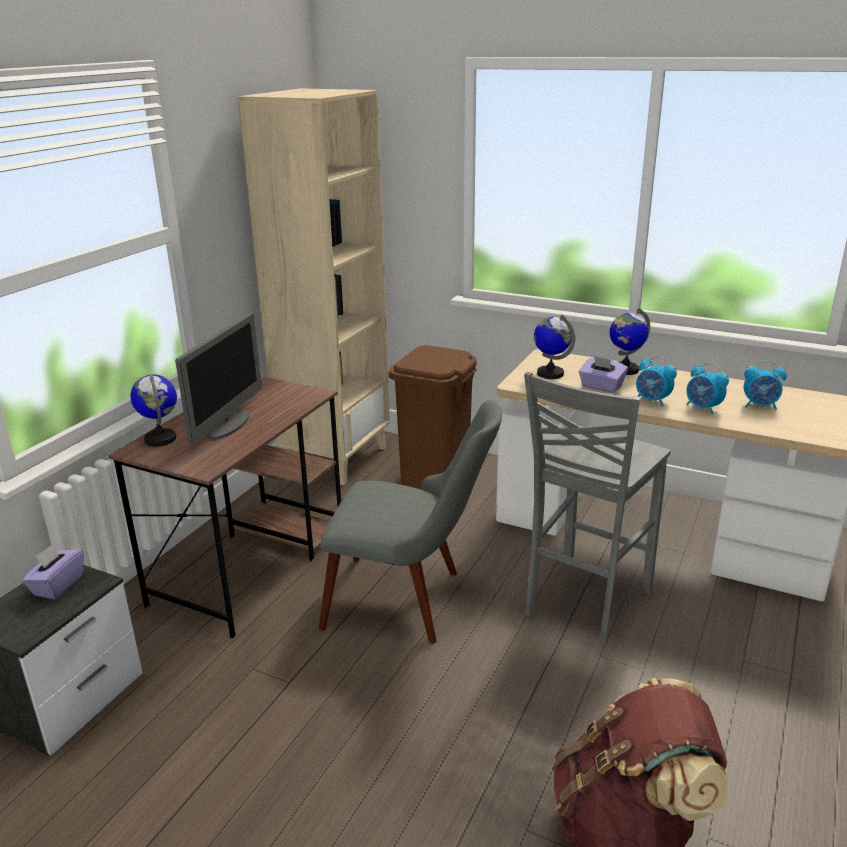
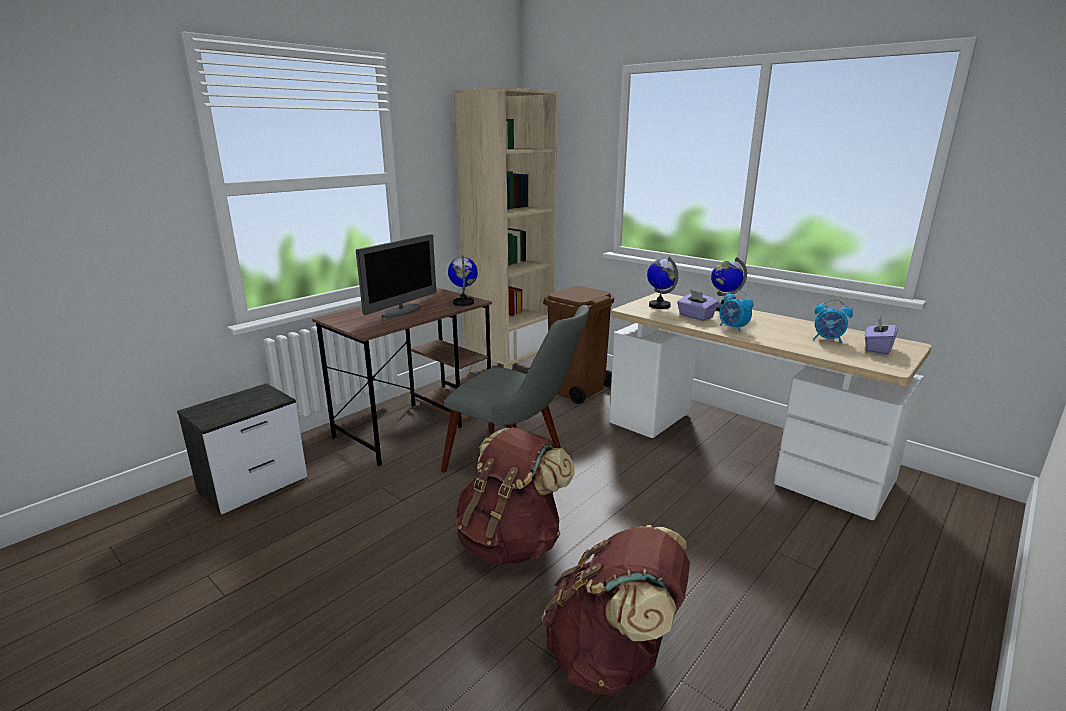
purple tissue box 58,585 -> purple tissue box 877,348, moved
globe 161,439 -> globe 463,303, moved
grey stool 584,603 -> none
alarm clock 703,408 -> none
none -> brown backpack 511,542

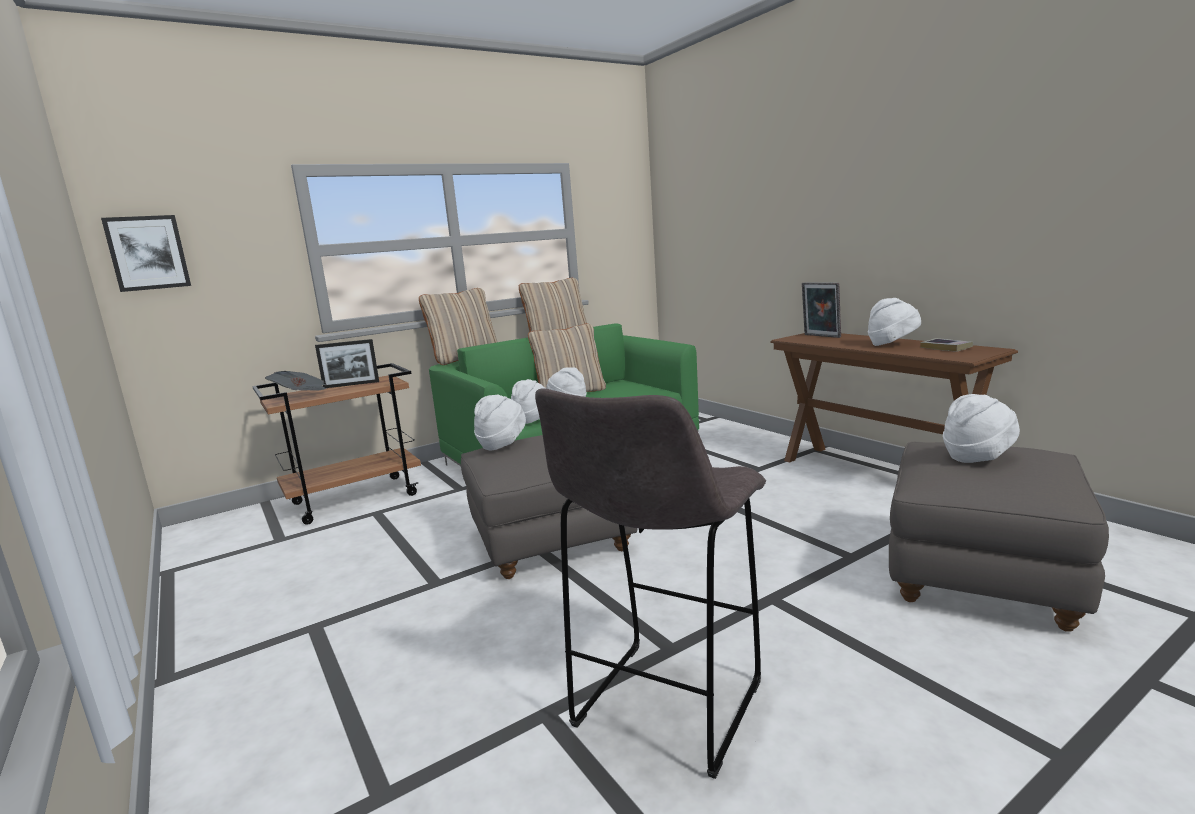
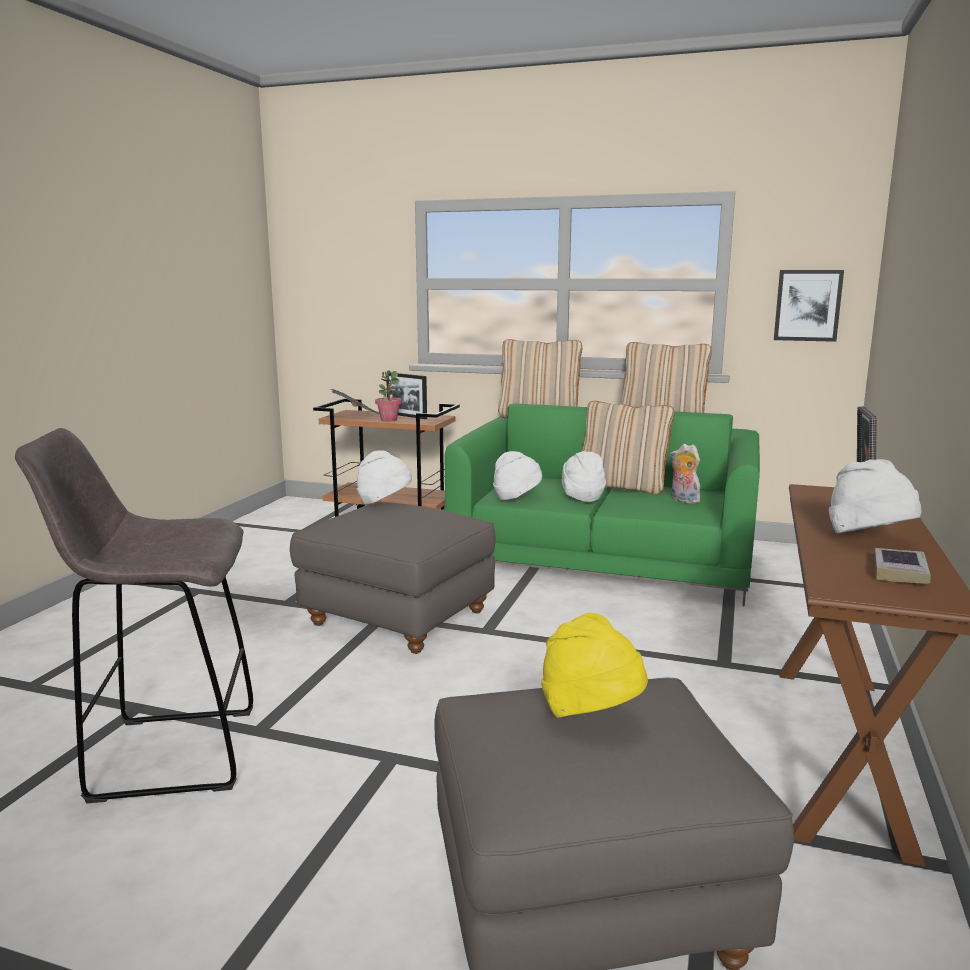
picture 148,253 -> picture 807,305, moved
white hat 978,457 -> yellow hat 591,715
none -> potted plant 388,420
none -> plush toy 683,500

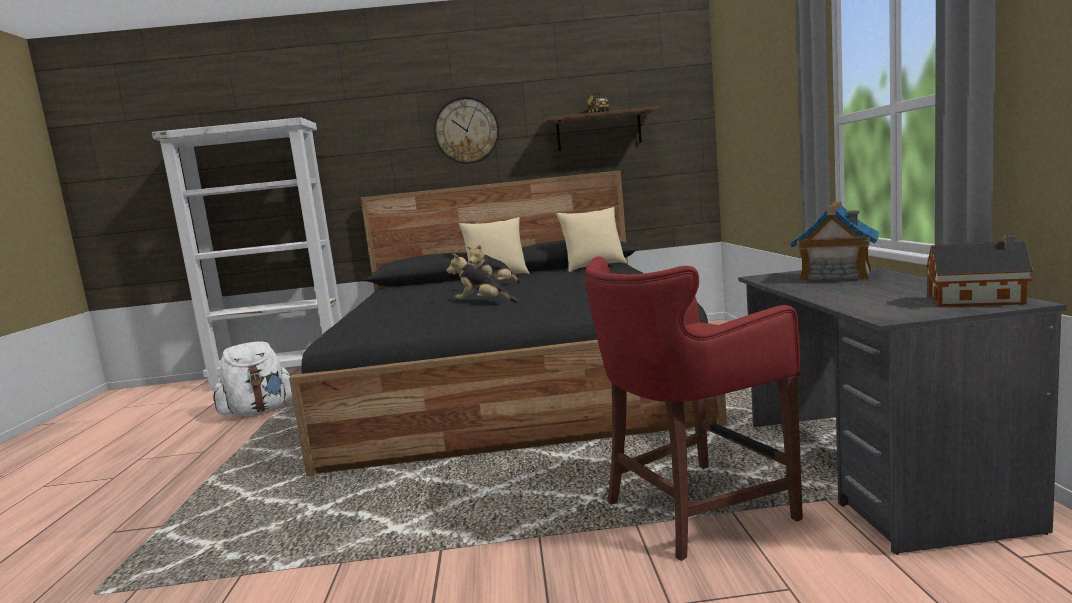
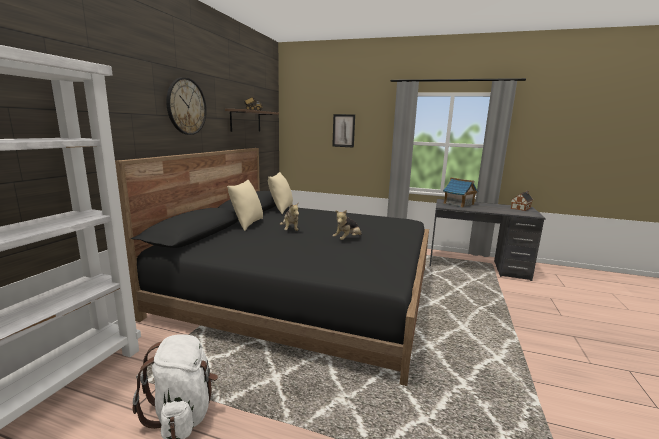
red stool 692,510 -> none
none -> picture 343,130

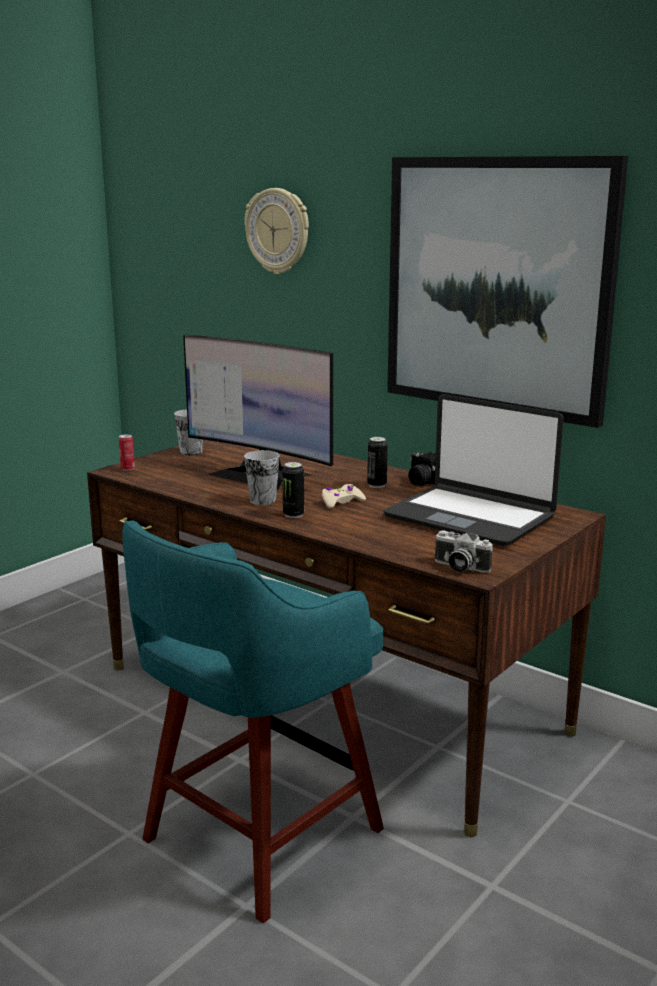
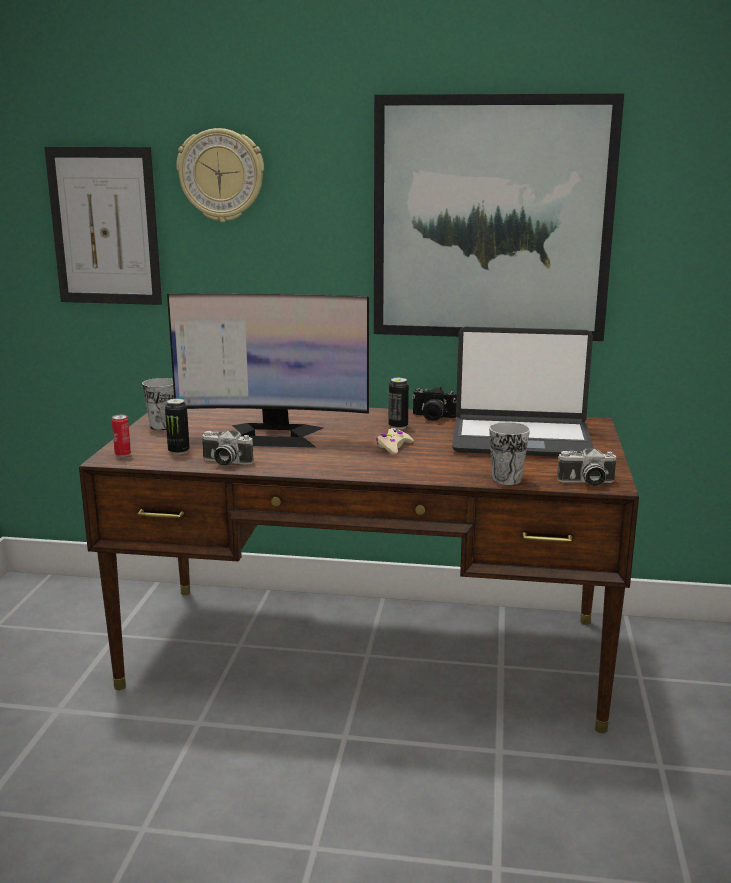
turquoise stool 257,838 -> none
cup 263,501 -> cup 506,479, moved
can 293,515 -> can 178,451, moved
none -> picture 105,226
none -> photo camera 225,462

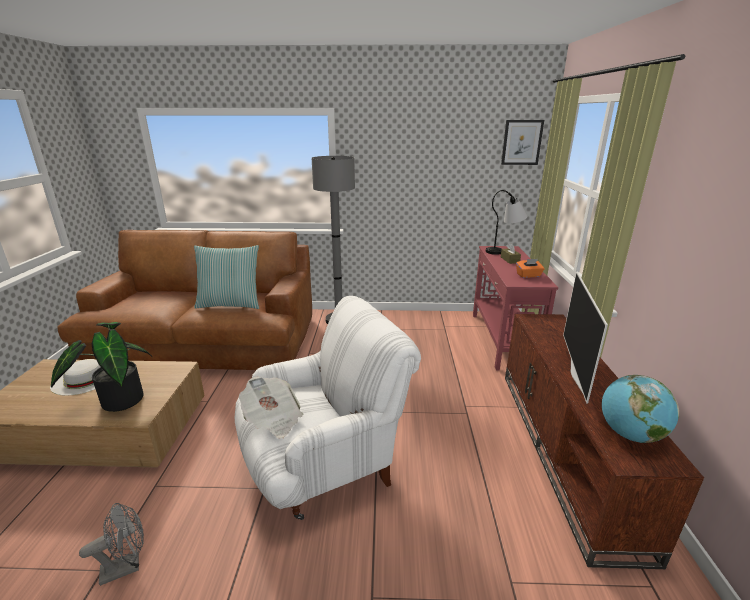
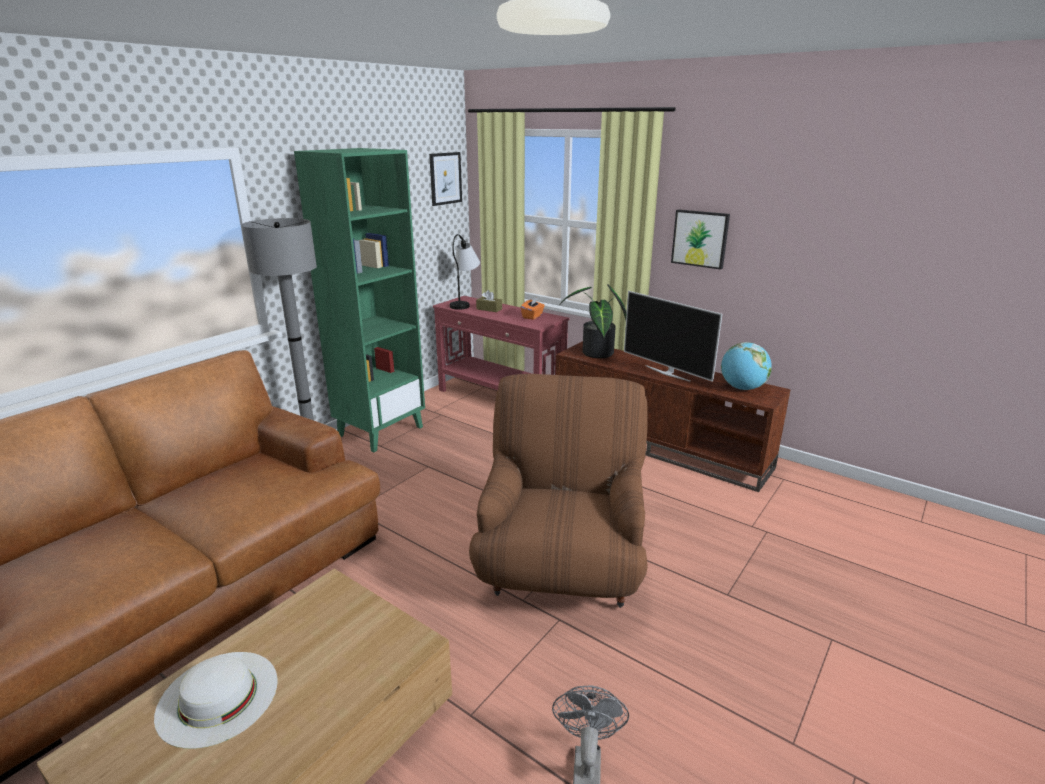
potted plant 118,400 -> potted plant 596,354, moved
pillow 230,304 -> none
white armchair 324,463 -> brown armchair 561,566
newspaper 273,419 -> none
none -> green bookcase 380,431
none -> picture 700,238

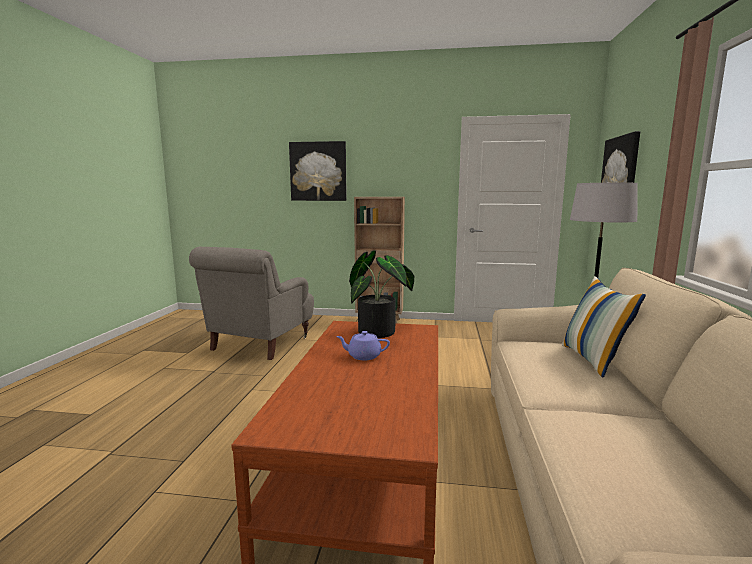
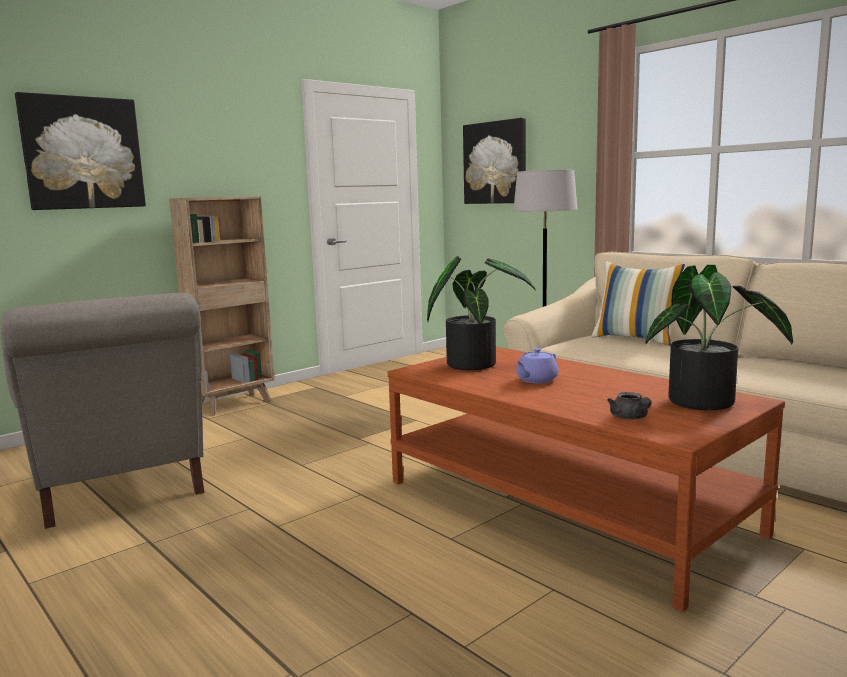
none -> grey teapot 630,418
none -> potted plant 709,403

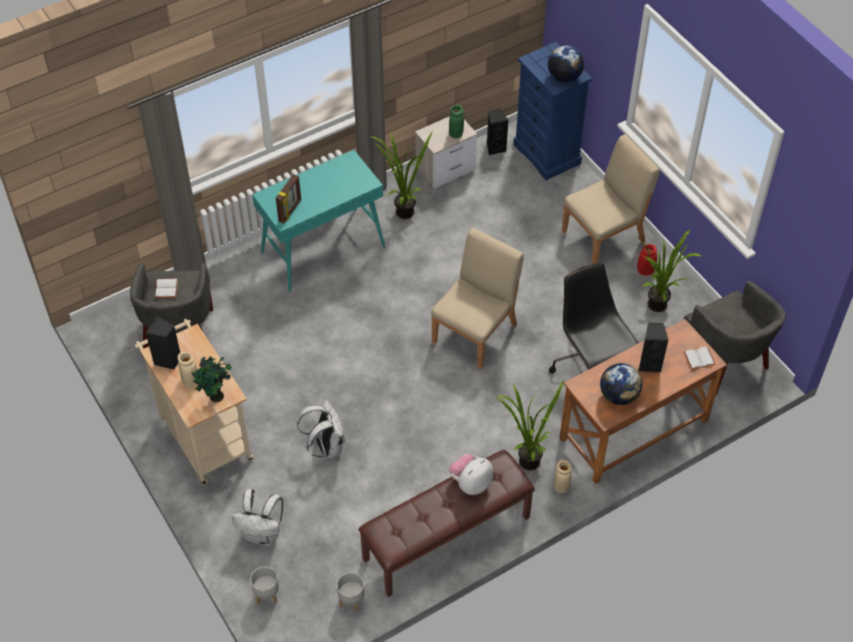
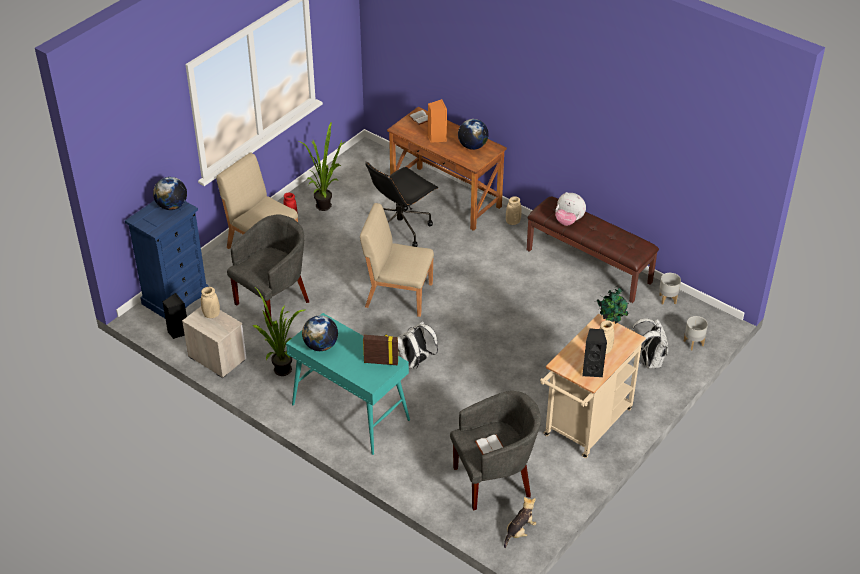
white backpack 326,446 -> white backpack 415,363, moved
green vase 456,133 -> beige vase 211,314
potted plant 524,459 -> none
black speaker 649,363 -> orange speaker 436,138
grey armchair 725,363 -> grey armchair 273,300, moved
none -> globe 321,346
none -> plush toy 519,531

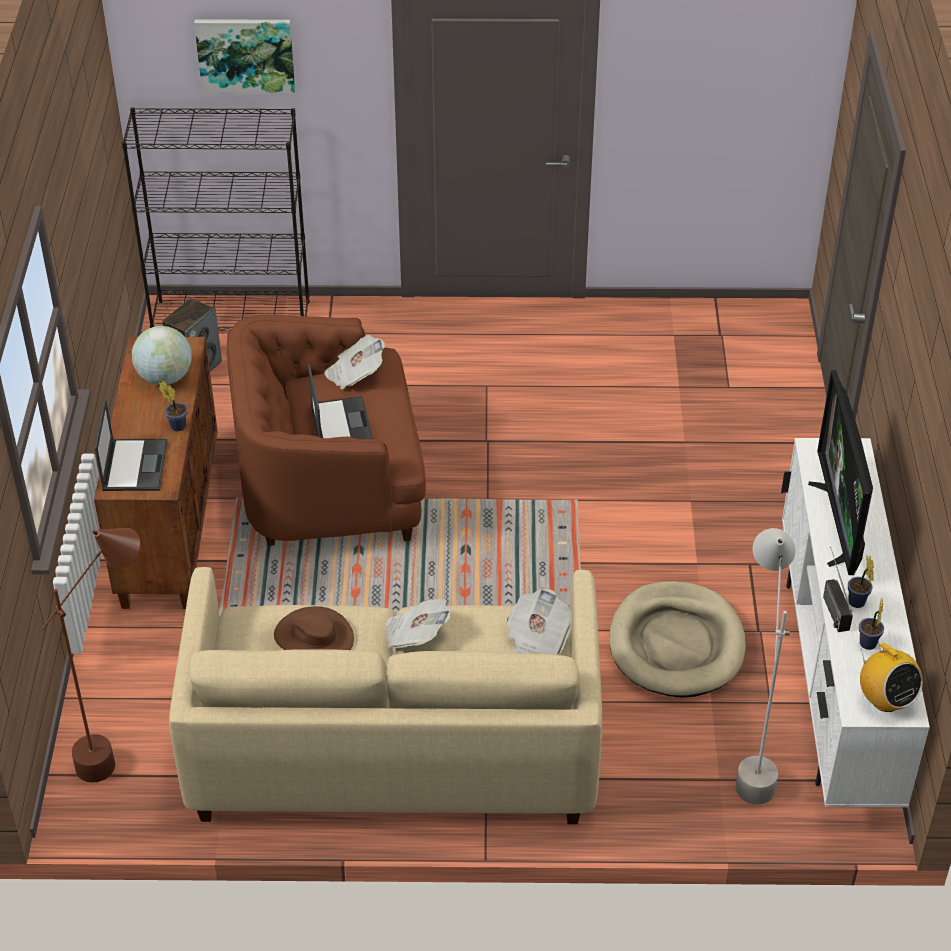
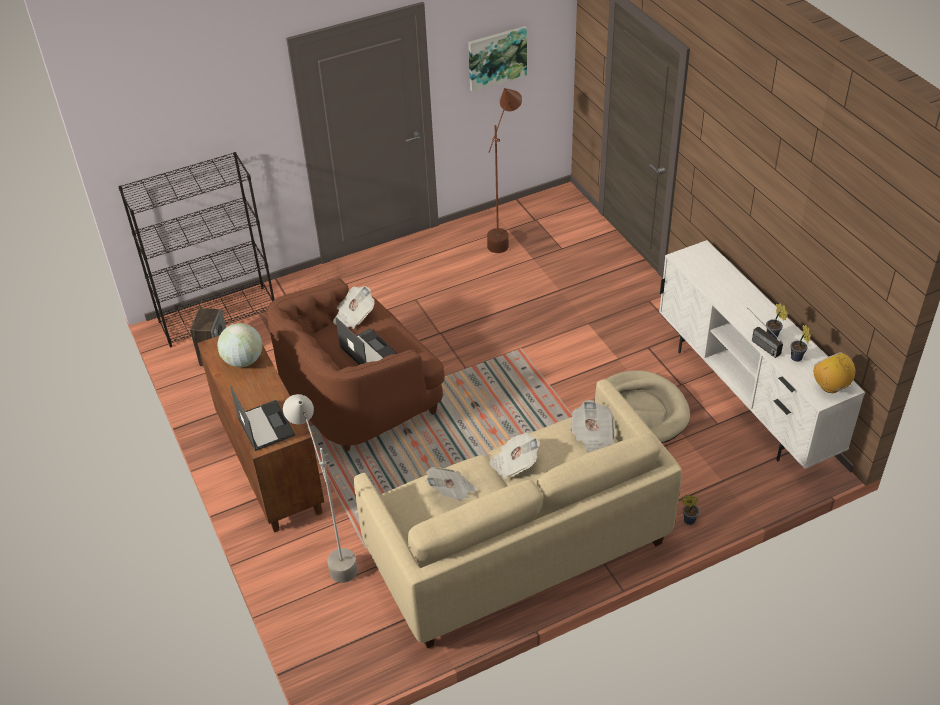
brown floor lamp 123,748 -> brown floor lamp 504,235, moved
potted plant 176,425 -> potted plant 687,520, moved
picture 245,54 -> picture 497,57, moved
brown hat 314,637 -> newspaper 452,492
grey floor lamp 750,761 -> grey floor lamp 333,554, moved
television 840,523 -> none
radio 885,700 -> radio 830,386, 150 degrees counterclockwise

